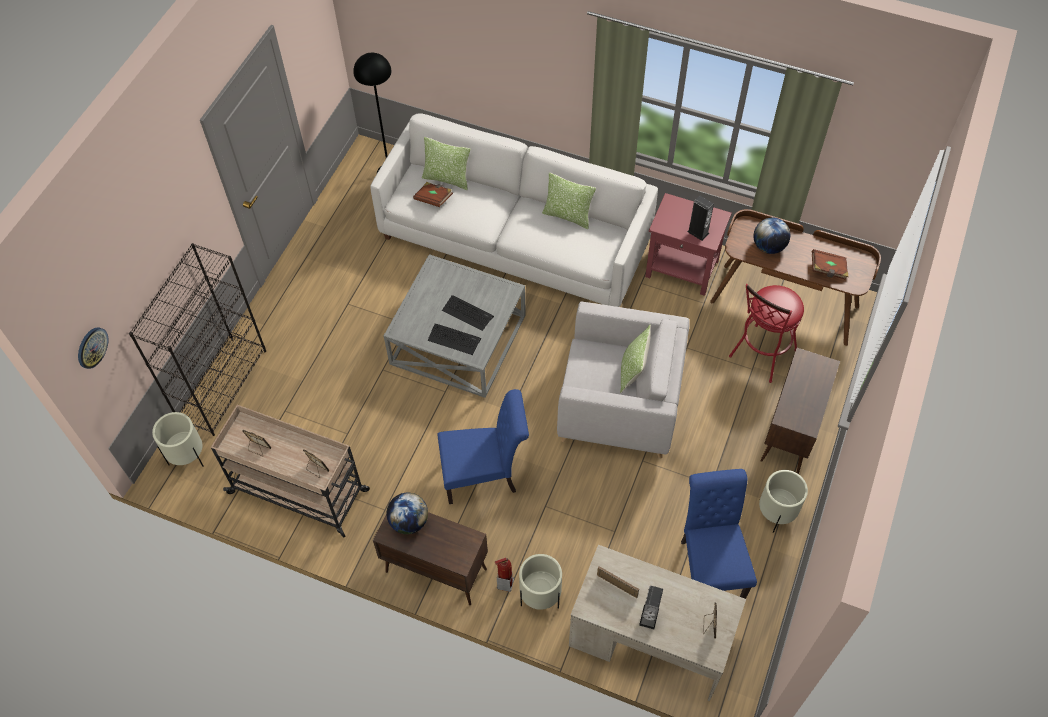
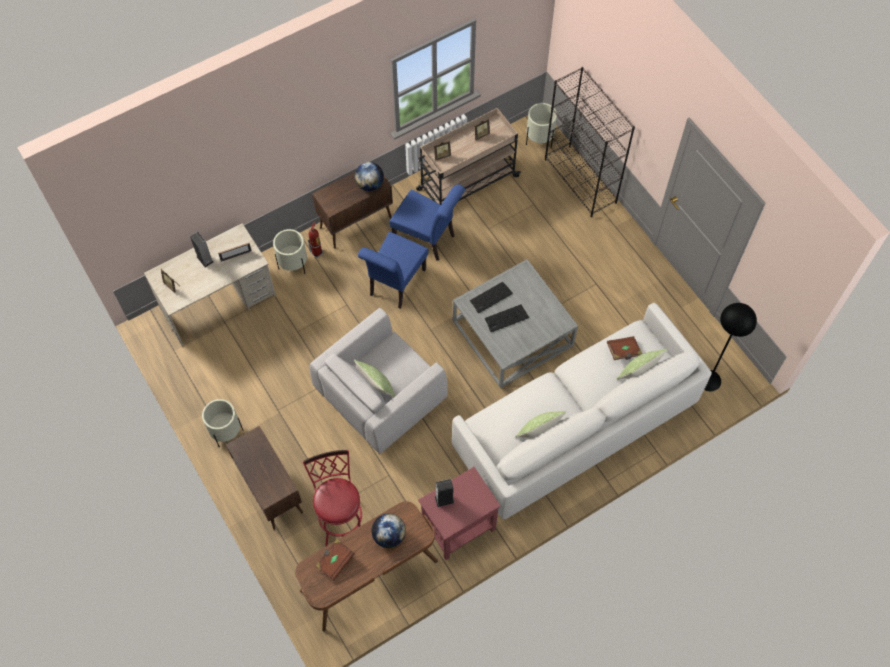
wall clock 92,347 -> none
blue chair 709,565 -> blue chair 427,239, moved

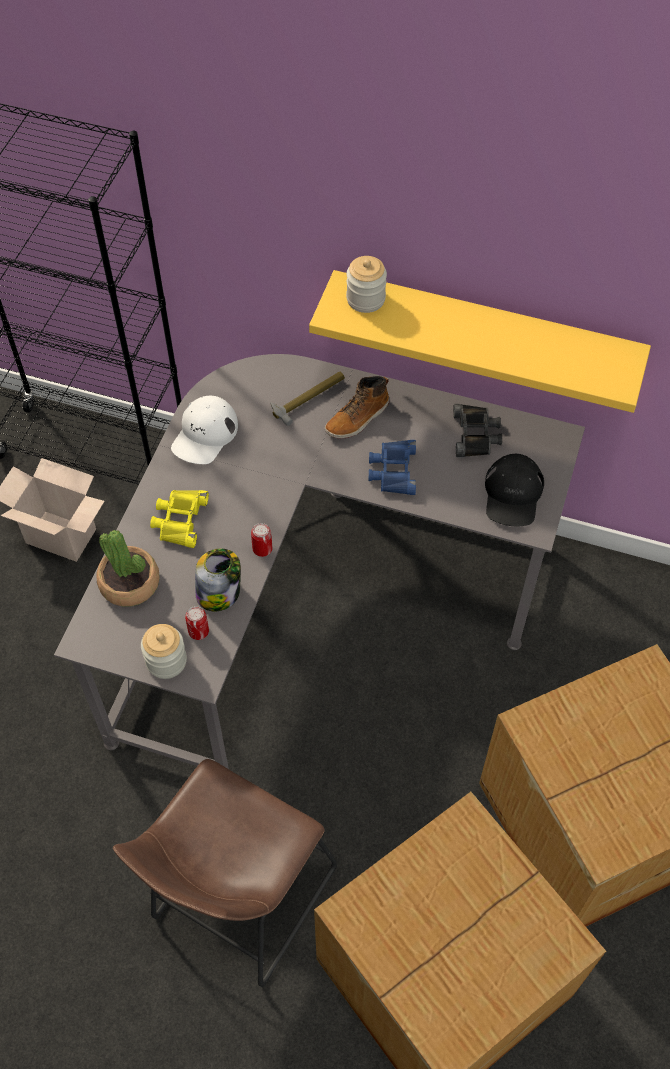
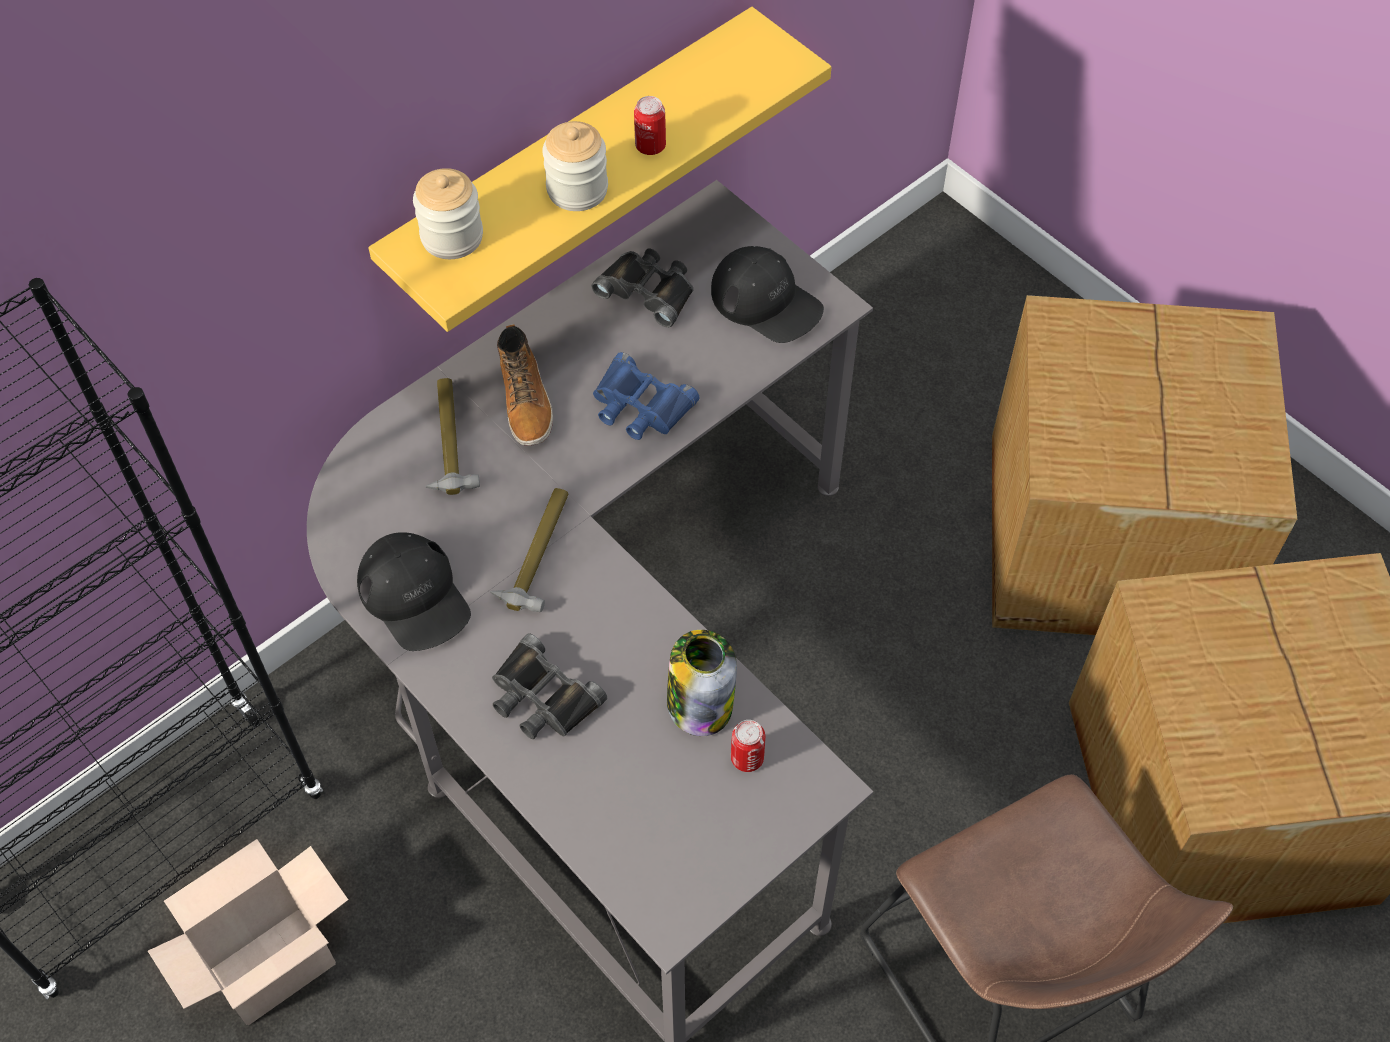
potted plant 130,583 -> none
jar 166,661 -> jar 577,189, moved
yellow binoculars 179,520 -> black binoculars 542,697
white cap 205,434 -> black cap 414,596
can 262,549 -> can 650,146, moved
none -> hammer 538,554

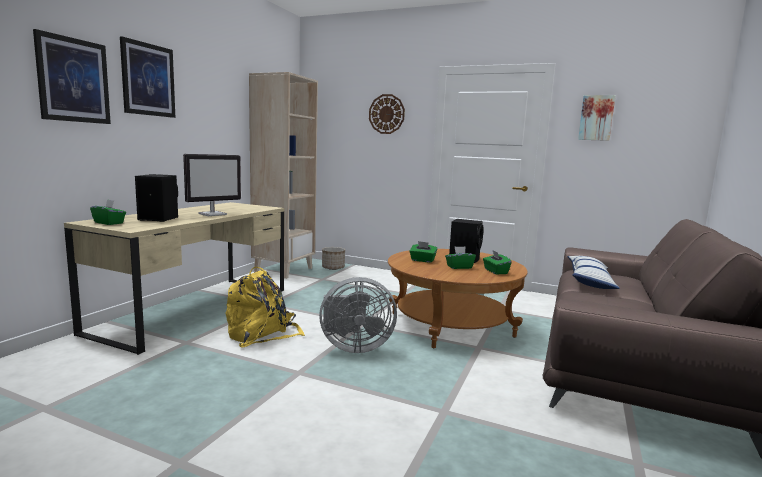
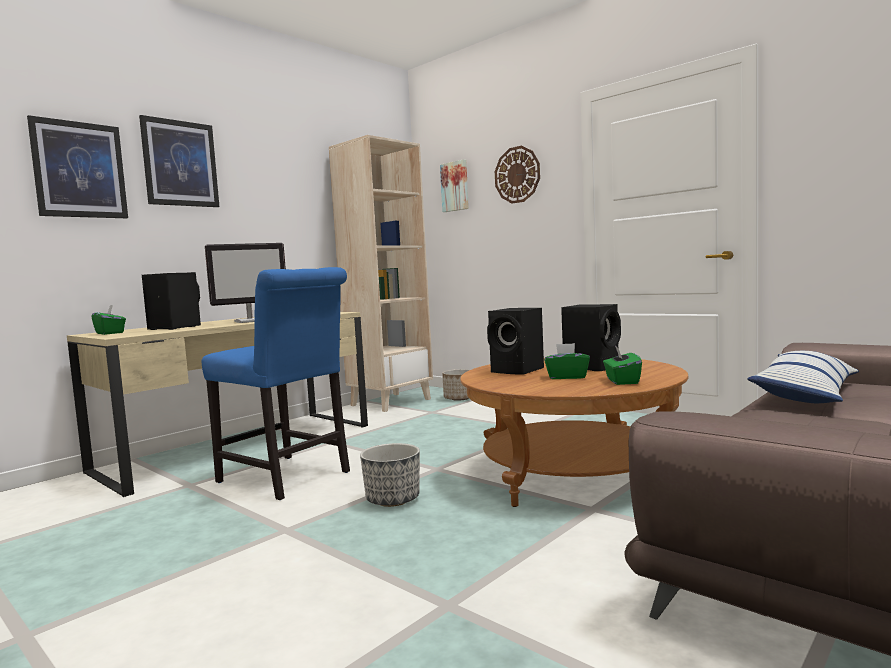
yellow backpack 262,334 -> blue chair 288,478
grey fan 353,347 -> planter 393,499
green tissue box 422,260 -> black speaker 518,370
picture 596,118 -> picture 455,186, moved

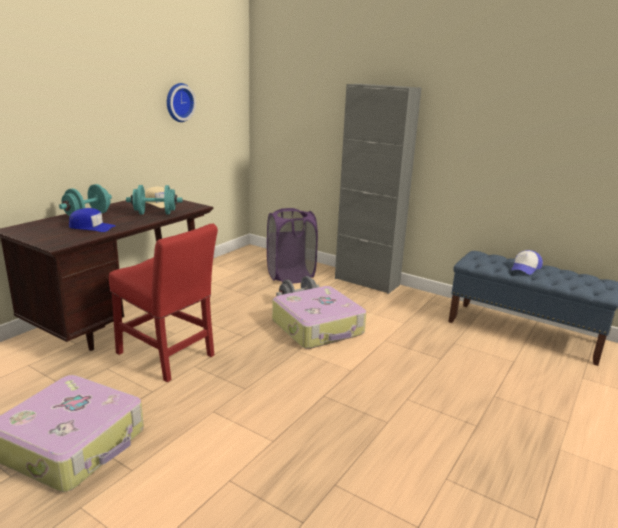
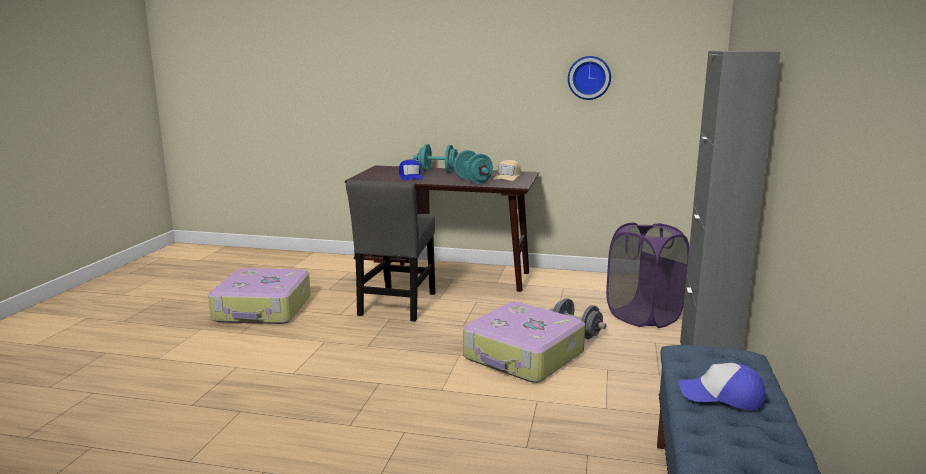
red chair 168,356 -> grey chair 397,306

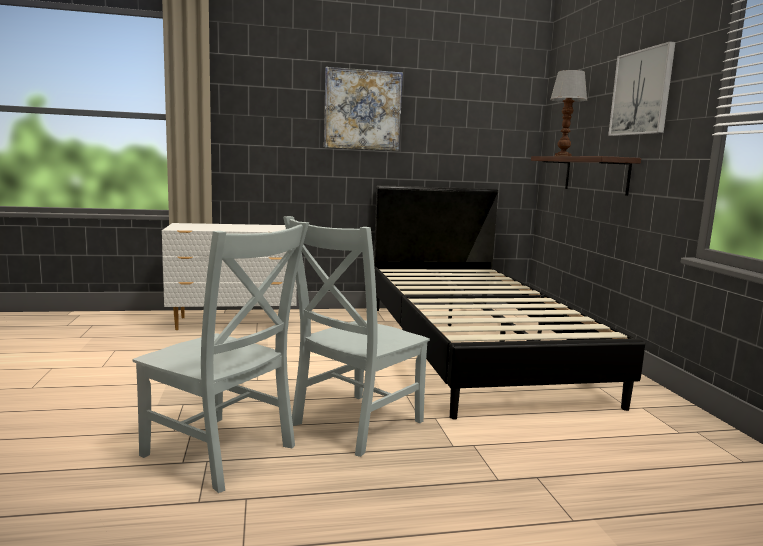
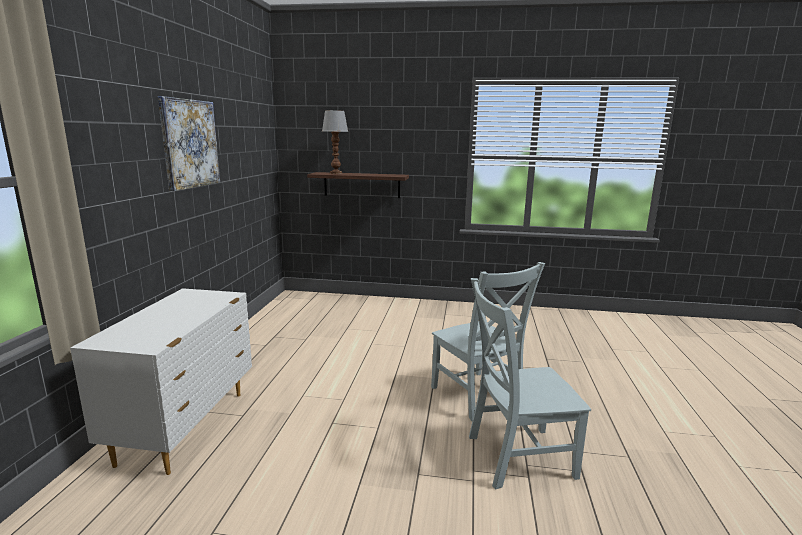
grey chair 223,453 -> grey chair 515,456, 150 degrees counterclockwise
black bed 472,347 -> none
picture 641,92 -> none

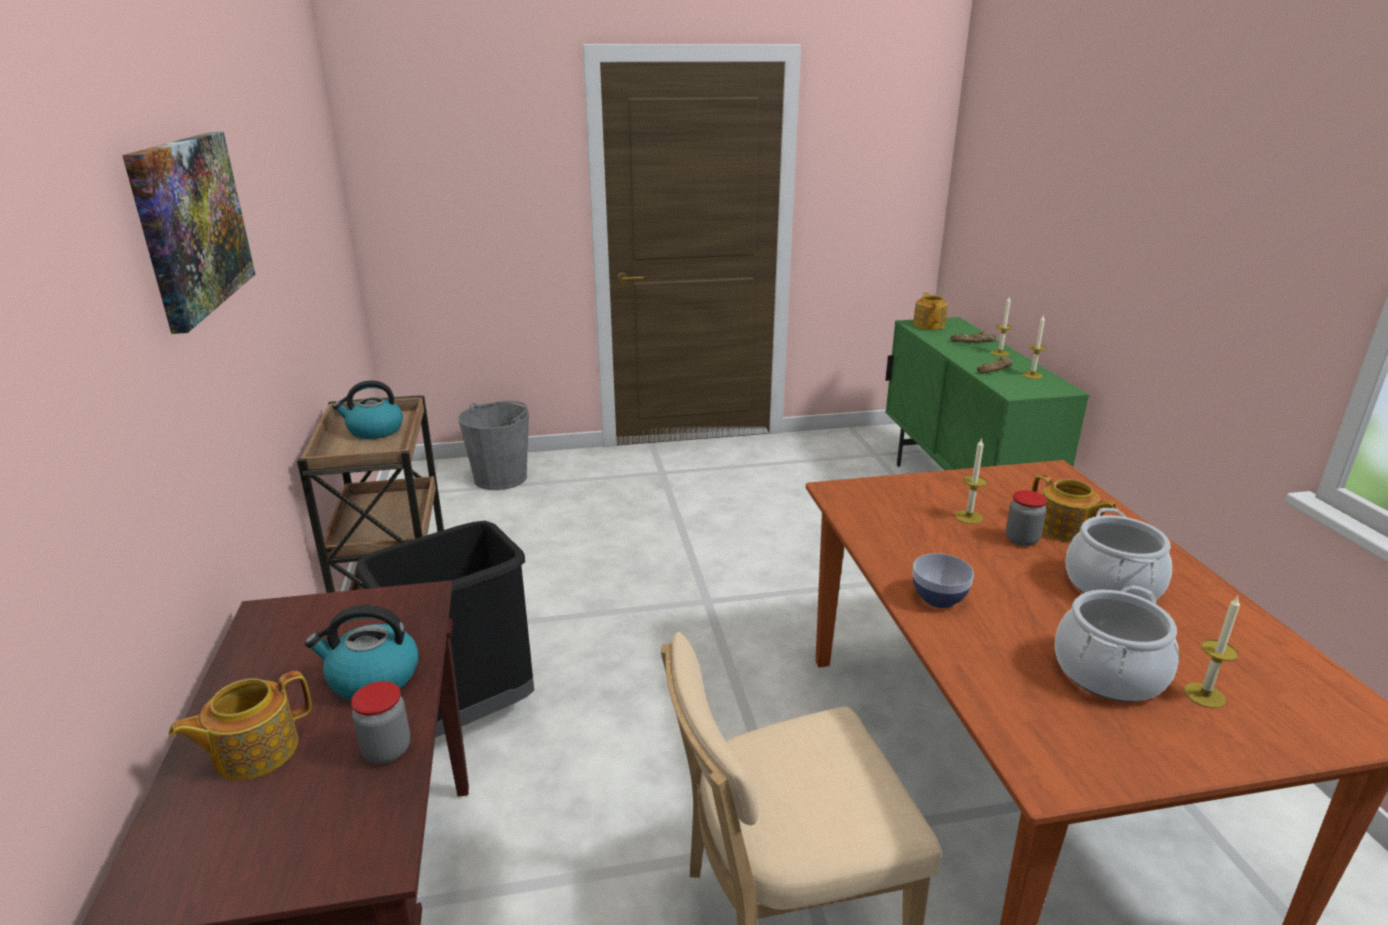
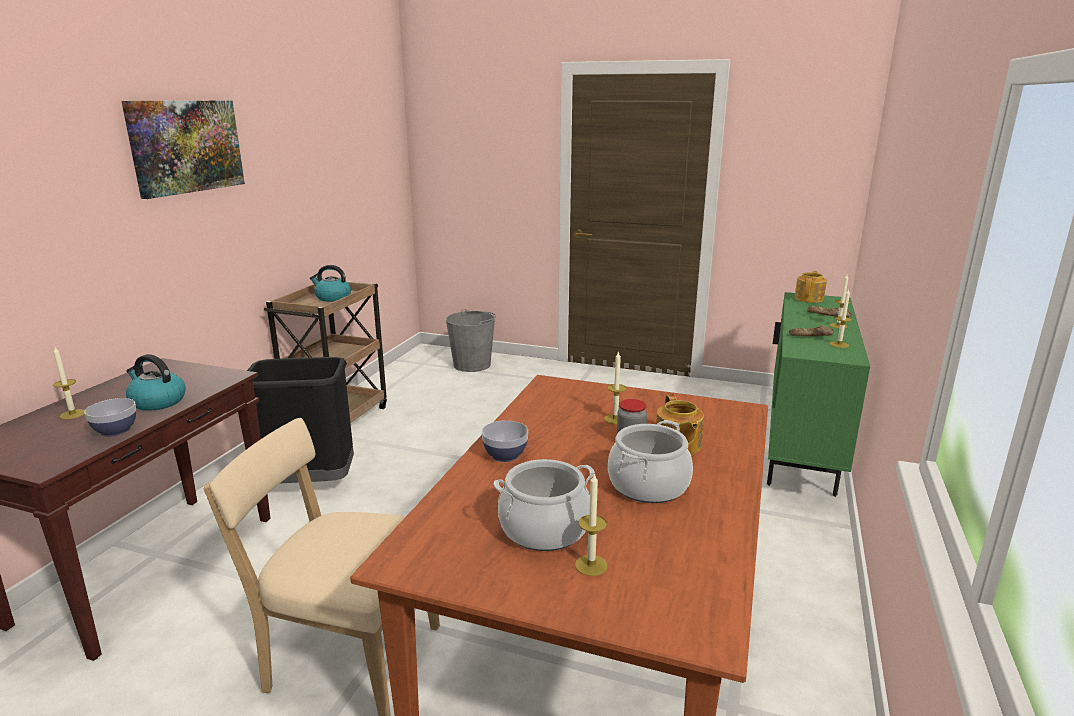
teapot 254,751 -> candle 72,414
jar 386,750 -> bowl 115,430

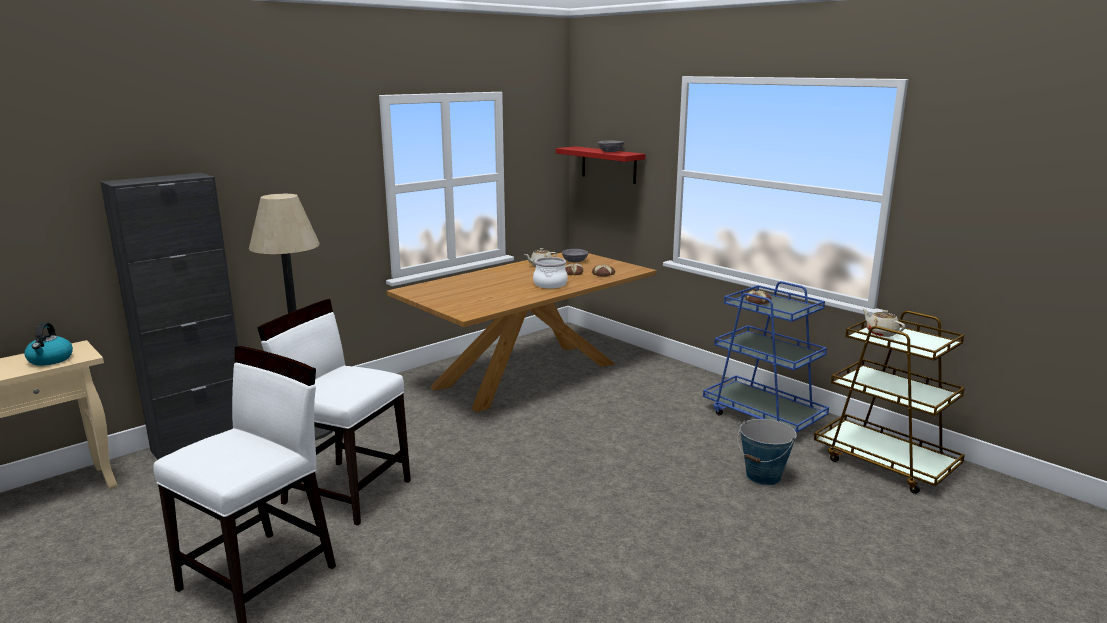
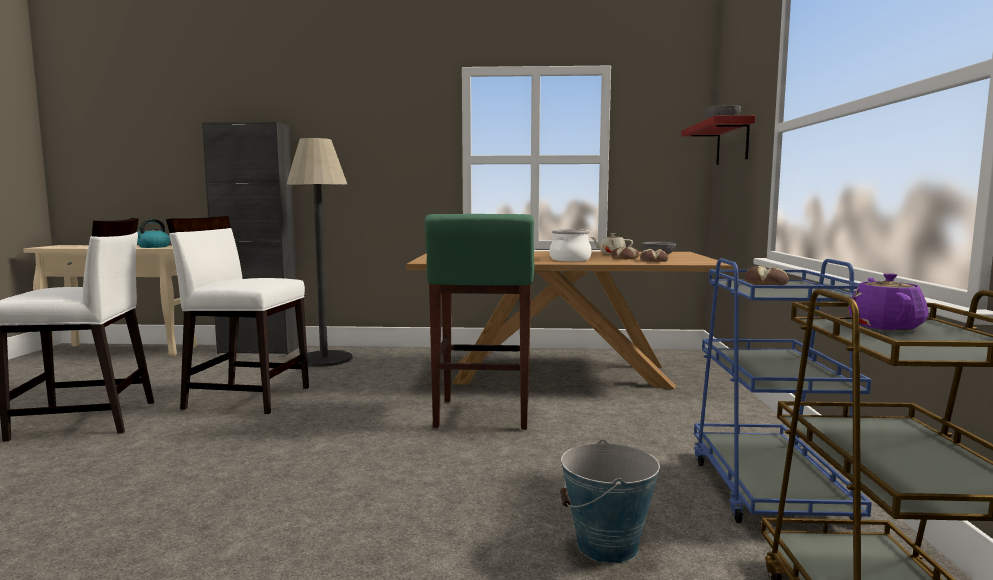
white chair 347,491 -> white chair 247,397, 60 degrees counterclockwise
beige teapot 881,333 -> purple teapot 885,326
none -> green stool 482,415

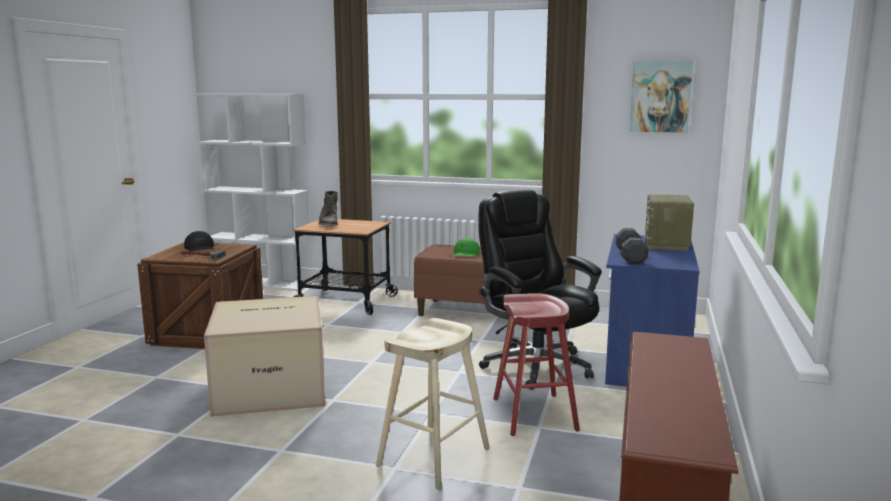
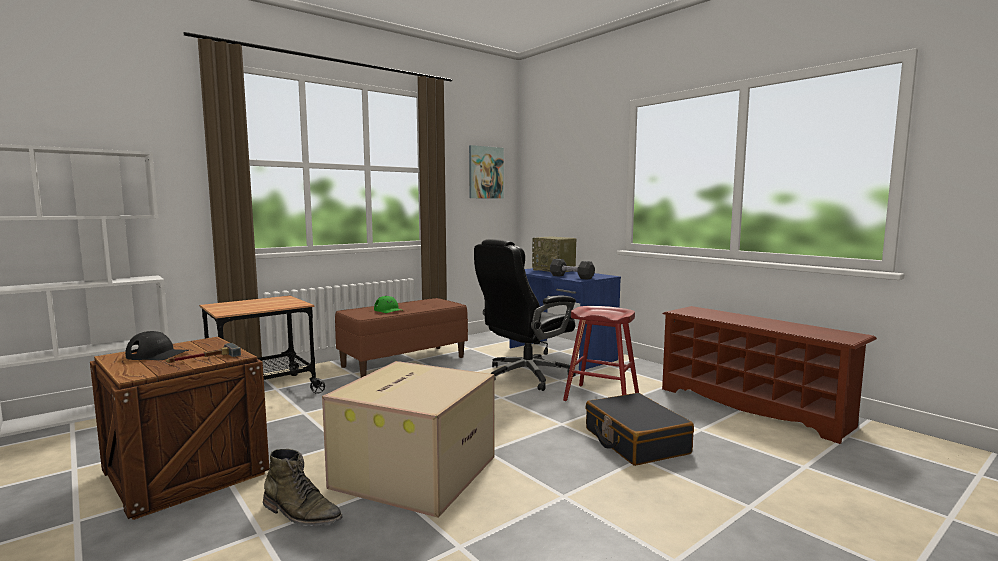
green boot 329,223 -> green boot 301,513, moved
beige stool 434,457 -> black suitcase 635,441
black office chair 535,365 -> black office chair 525,376, 45 degrees counterclockwise

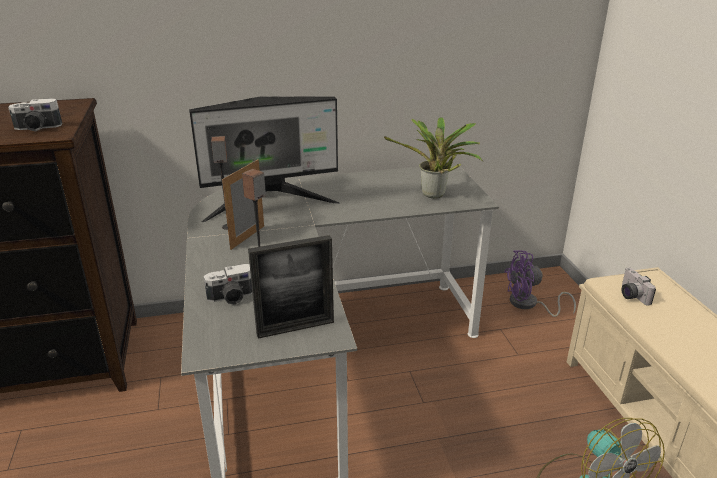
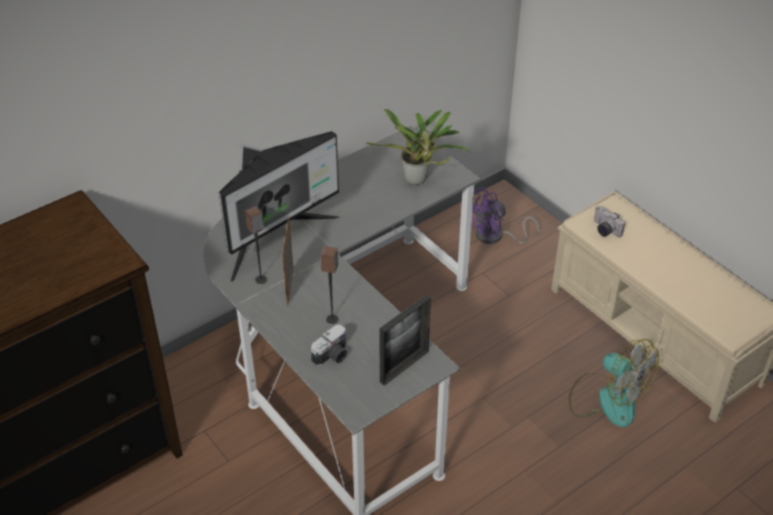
photo camera 37,128 -> none

